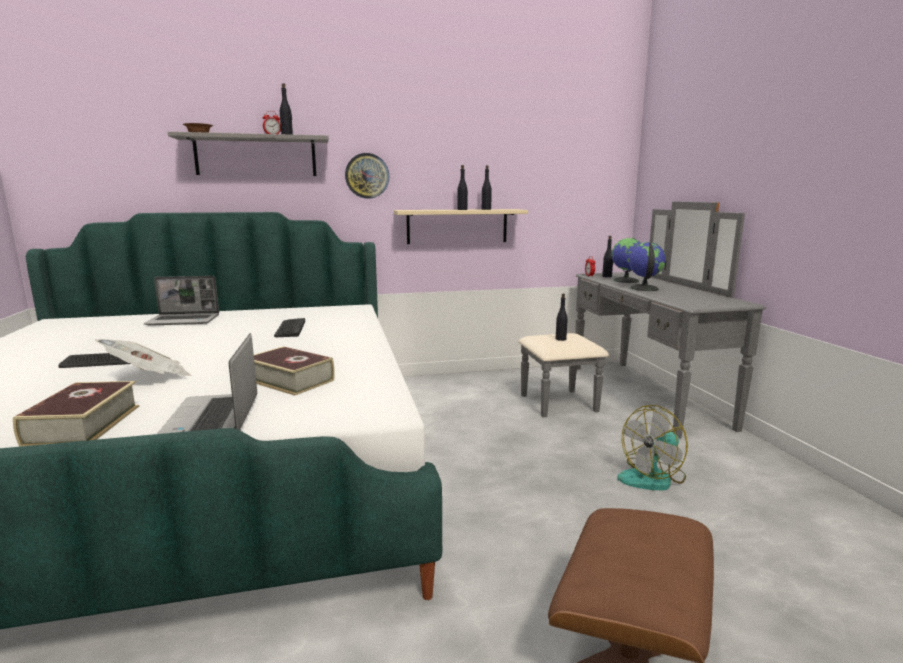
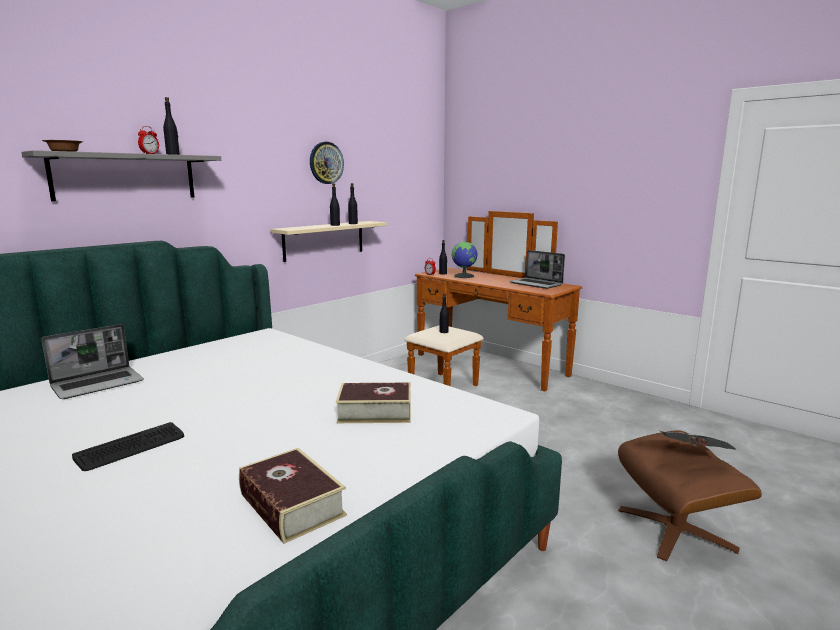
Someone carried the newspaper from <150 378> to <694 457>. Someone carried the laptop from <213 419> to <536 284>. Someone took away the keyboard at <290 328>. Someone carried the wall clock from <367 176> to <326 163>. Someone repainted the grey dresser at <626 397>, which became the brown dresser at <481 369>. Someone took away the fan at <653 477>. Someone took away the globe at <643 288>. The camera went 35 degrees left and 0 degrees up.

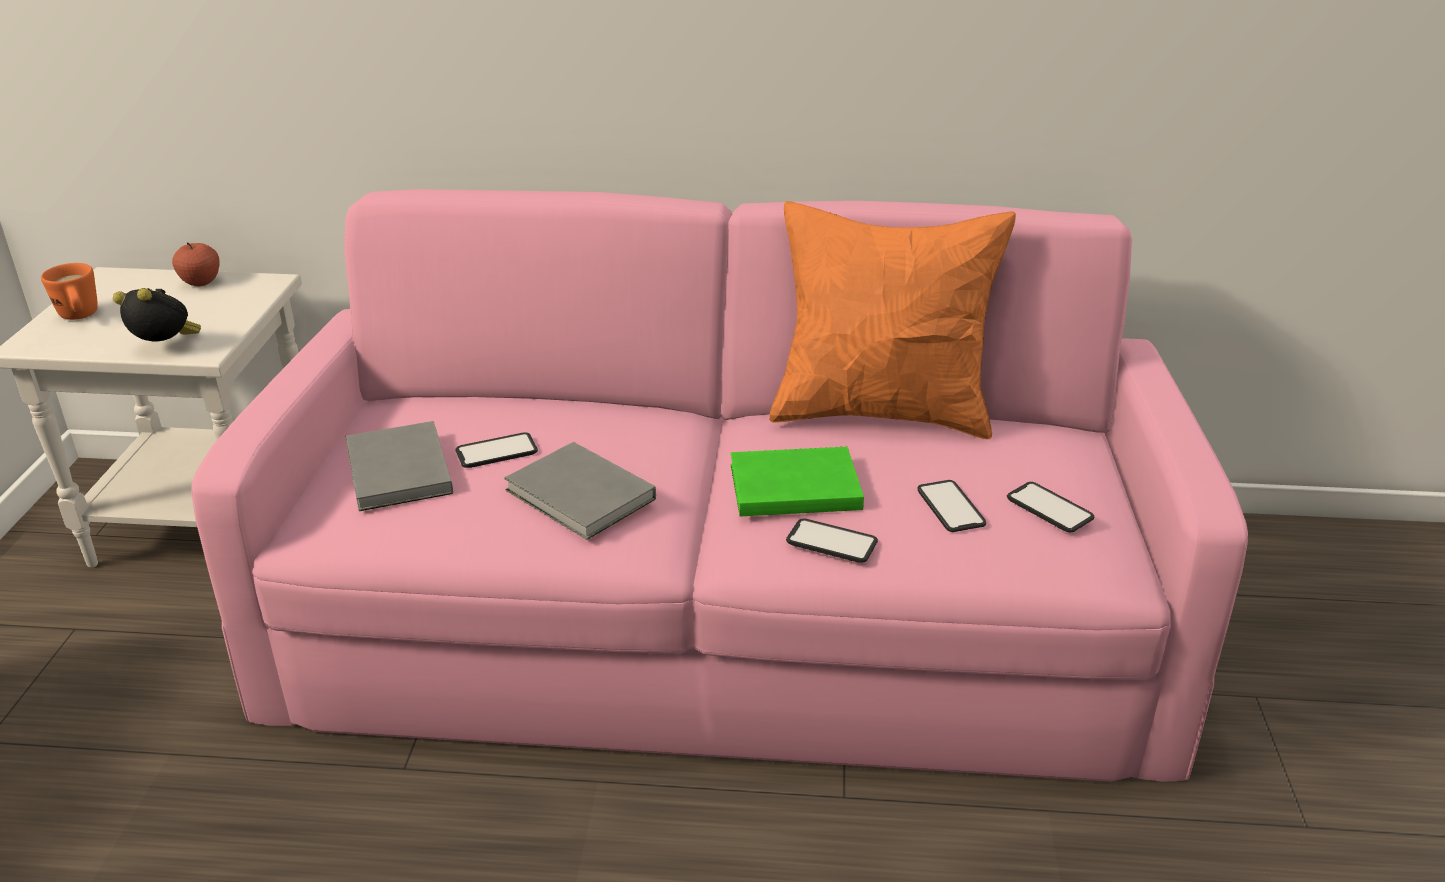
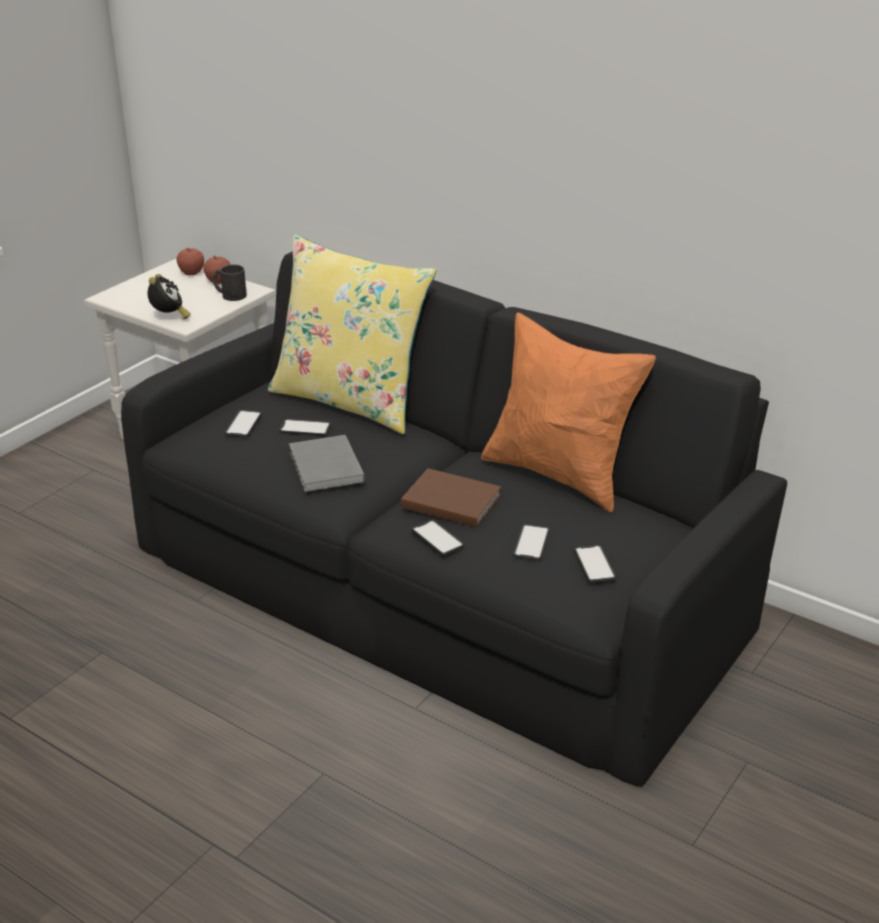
Someone took away the orange mug at <80 317>. Someone rotated the alarm clock at <166 347> by 45 degrees clockwise. Someone repainted the pink sofa at <725 613>, which became the black sofa at <441 582>. Someone swapped the grey book at <397 472> for the phone at <243 424>. Someone repainted the green book at <791 486>, which became the brown book at <449 500>. Someone put down the apple at <191 273>. Someone put down the black mug at <229 295>. Someone put down the yellow pillow at <351 400>. The camera went 30 degrees right and 0 degrees up.

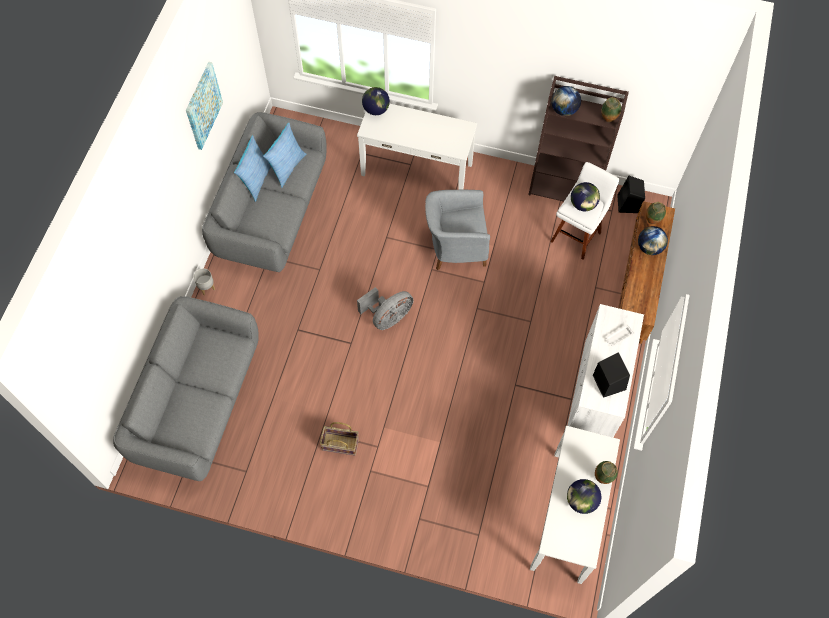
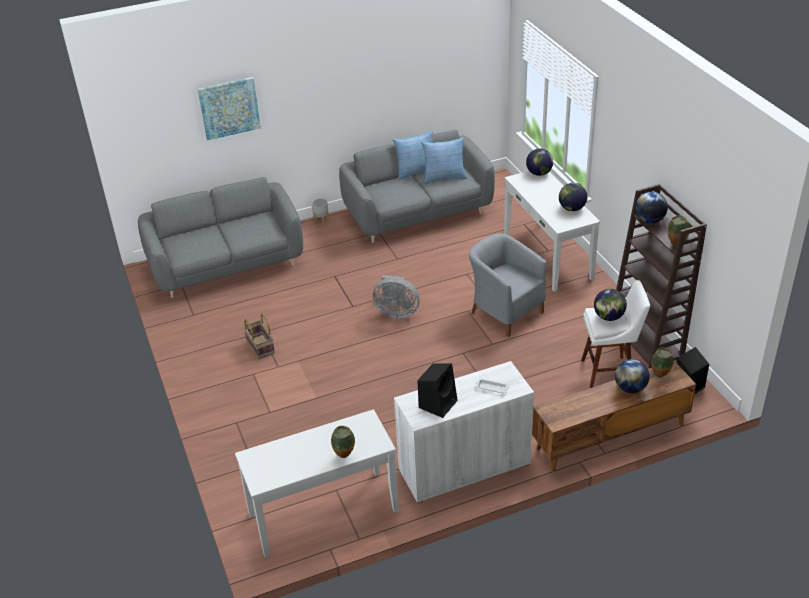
Someone carried the picture from <203 105> to <229 108>. Someone carried the globe from <581 501> to <571 208>. The camera went 55 degrees right and 25 degrees down.

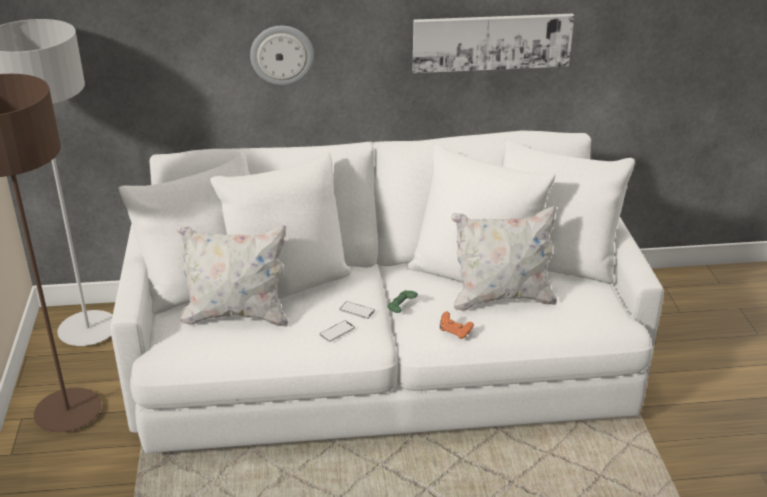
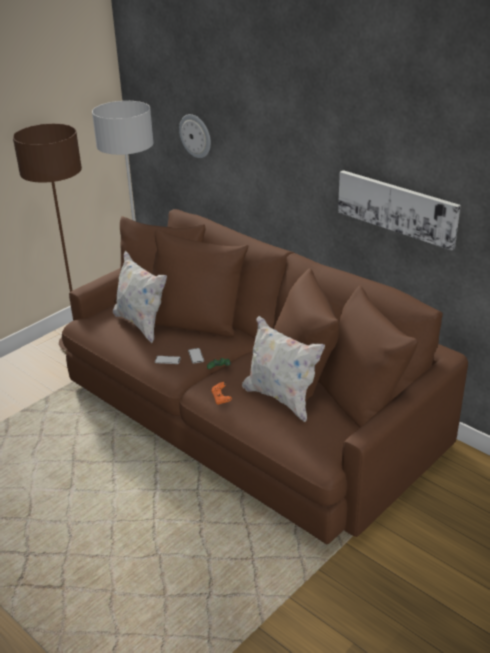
Someone repainted the white sofa at <383 359>, which became the brown sofa at <248 411>. Someone carried the wall clock from <282 54> to <196 135>. The camera went 50 degrees right and 0 degrees up.

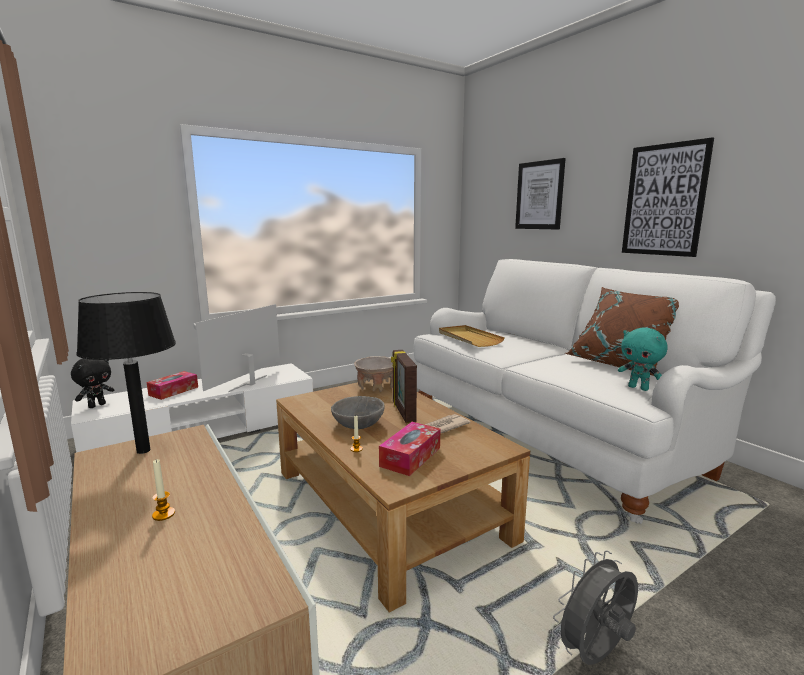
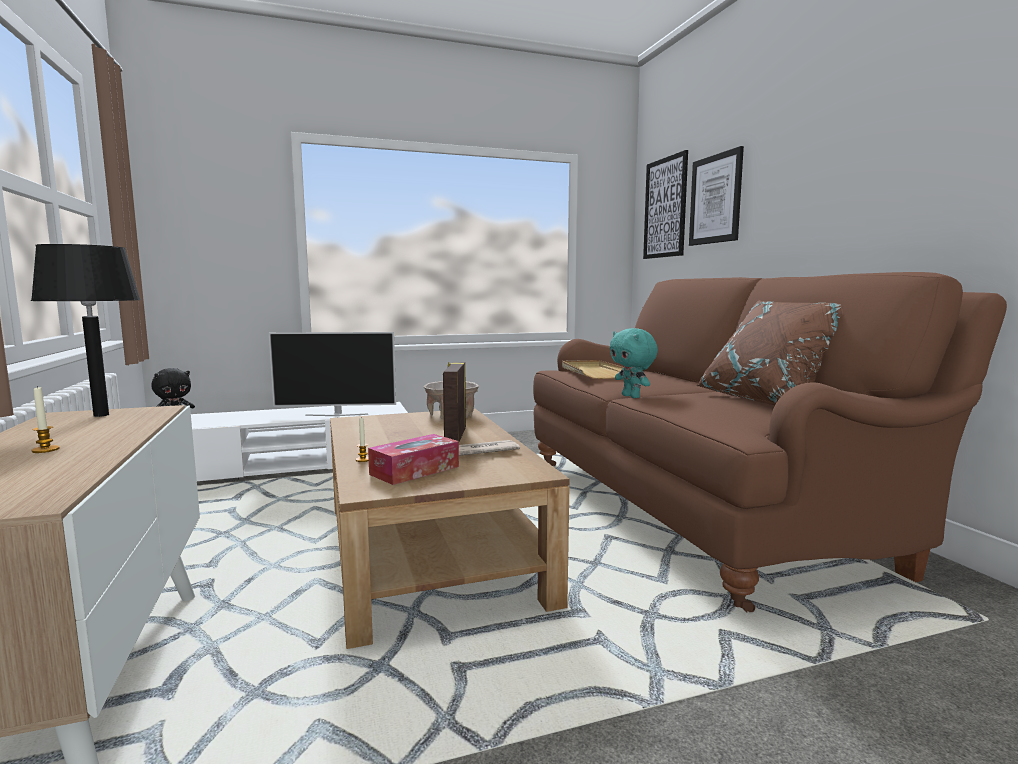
Someone took away the tissue box at <173 391>. Someone rotated the television at <249 383> by 135 degrees counterclockwise. Someone took away the grey bowl at <358 424>. Someone repainted the white sofa at <554 435>, which became the brown sofa at <699 507>. Someone took away the grey fan at <595 655>. Someone carried the turquoise plush toy from <639 388> to <632 396>. Someone carried the picture from <664 200> to <665 208>. The camera went 15 degrees right and 5 degrees down.

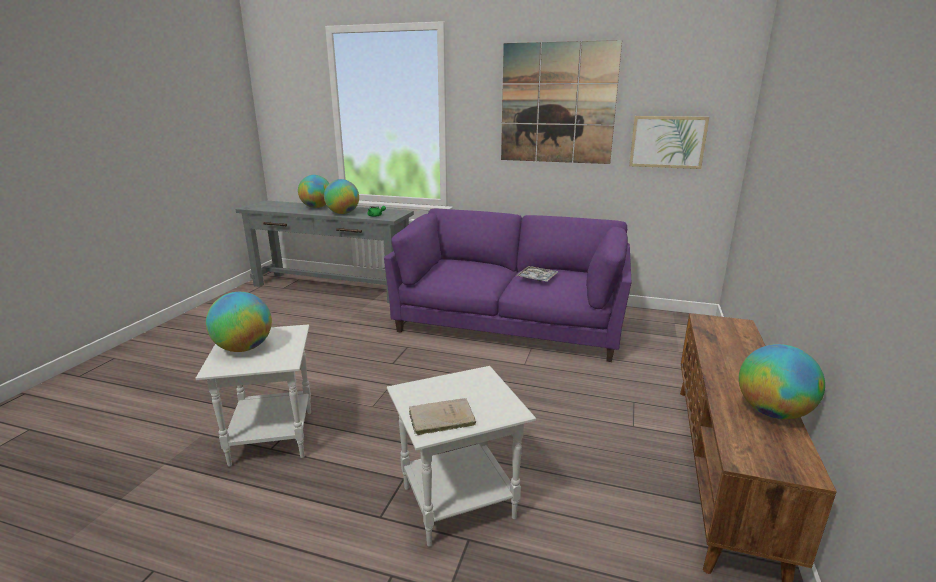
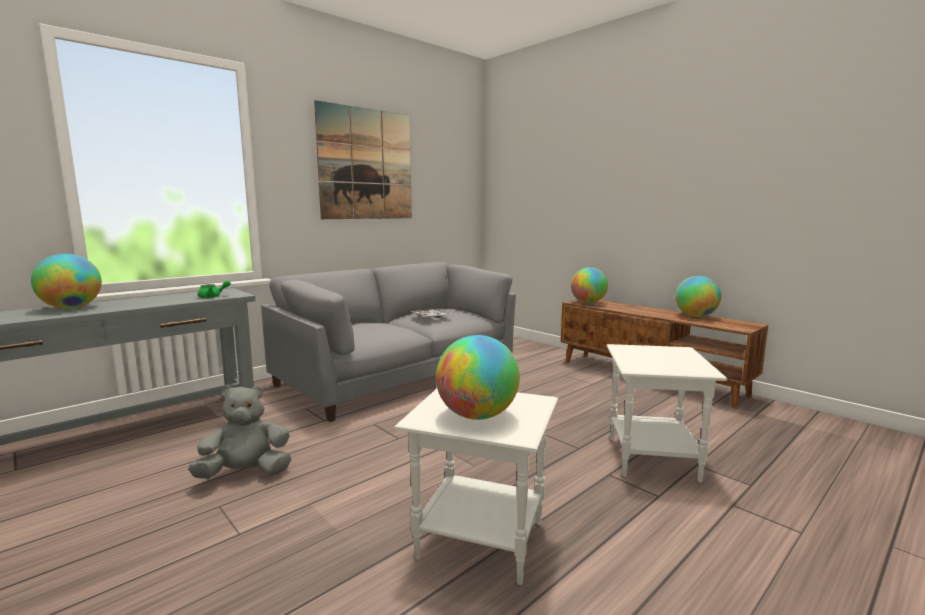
Someone carried the globe from <343 213> to <588 303>. Someone repainted the purple sofa at <510 323>, which became the grey sofa at <398 375>. Someone took away the beige book at <439 419>. Someone took away the picture at <667 142>. Someone put down the grey plush toy at <246 473>. The camera went 60 degrees left and 10 degrees down.

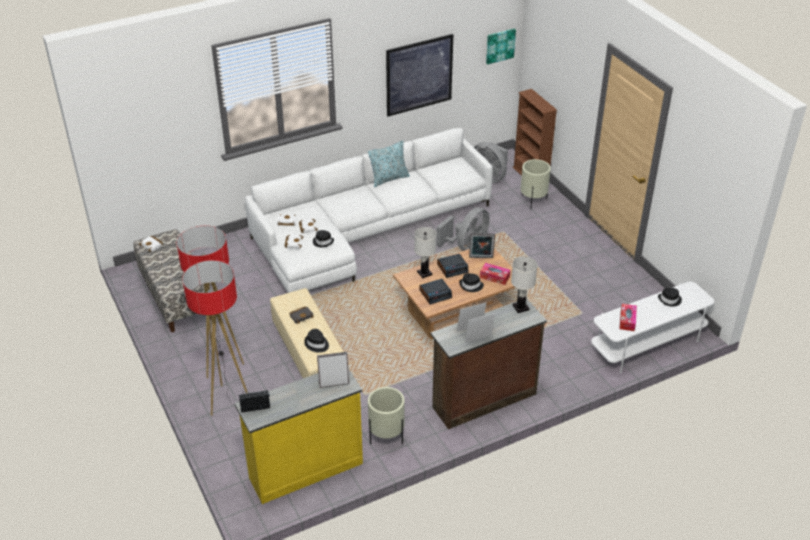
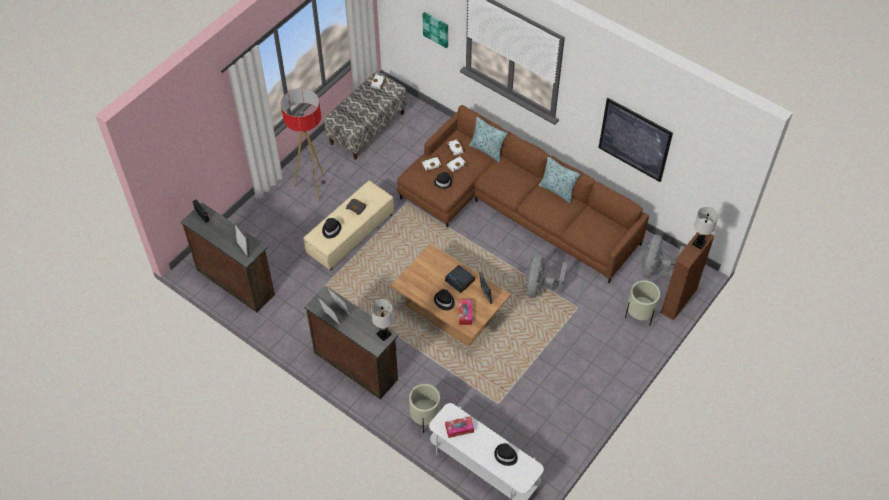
Someone took away the floor lamp at <228 401>. Someone repainted the yellow dresser at <305 470>, which became the brown dresser at <236 281>. Someone repainted the white sofa at <363 231>, which became the brown sofa at <515 207>. Someone carried the beige planter from <386 436> to <425 418>. Someone carried the white table lamp from <425 273> to <699 243>. Someone took away the alarm clock at <435 294>. Someone rotated the grey fan at <466 246> by 90 degrees clockwise. Someone carried the picture from <500 45> to <436 29>. Someone put down the pillow at <487 150>. The camera went 65 degrees right and 15 degrees up.

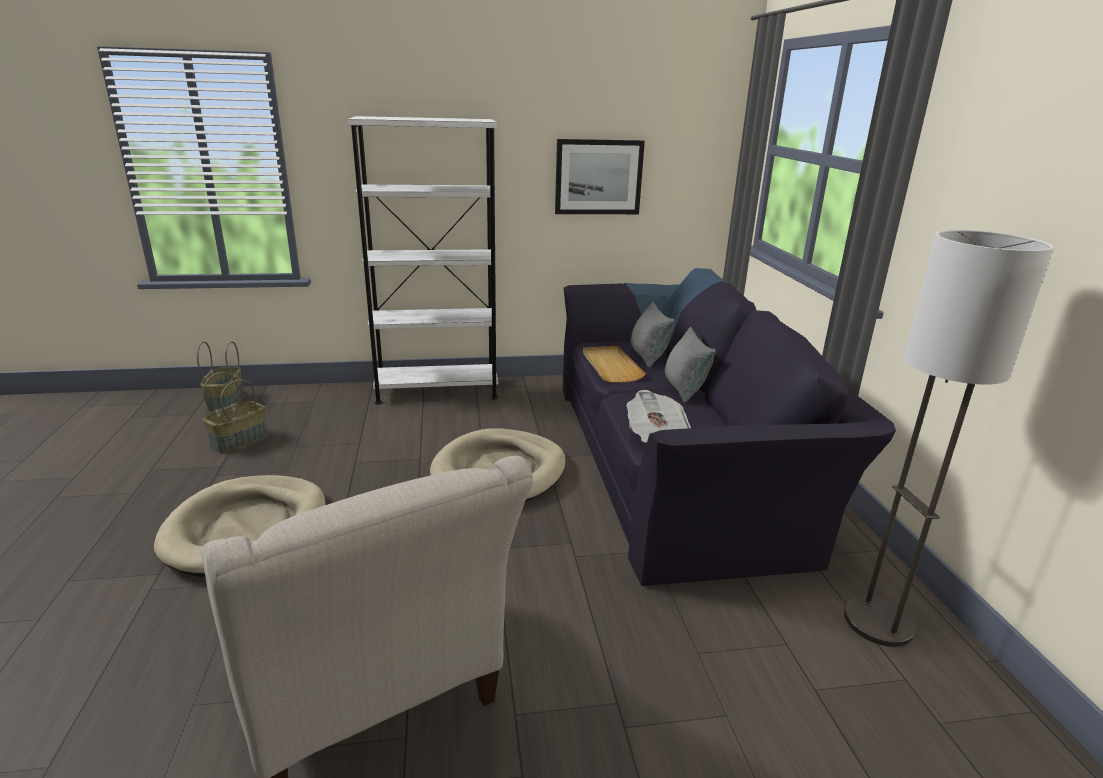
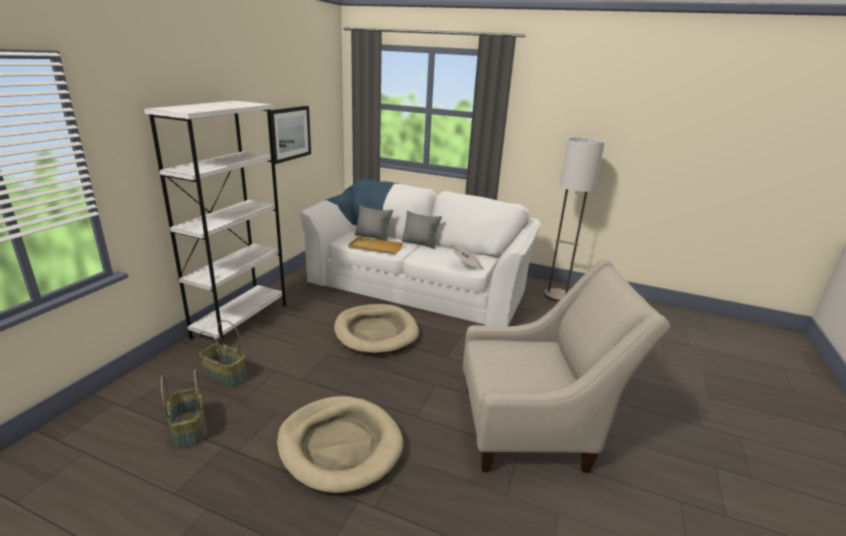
Someone carried the basket from <226 401> to <226 376>. Someone repainted the black sofa at <677 458>, which became the white sofa at <418 283>. The camera went 60 degrees left and 0 degrees up.

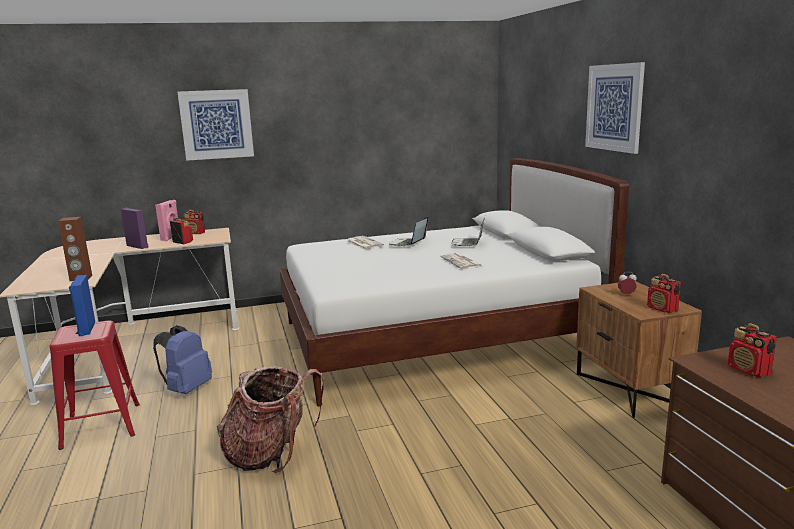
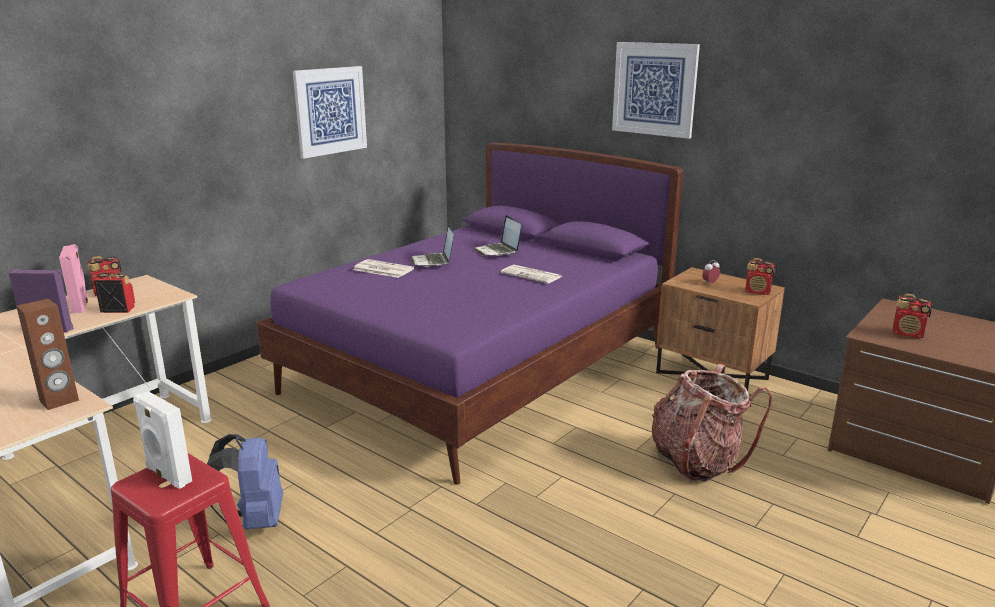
Someone repainted the blue speaker at <86 329>, which became the white speaker at <167 475>. Someone carried the picture from <216 124> to <330 111>. Someone carried the backpack from <271 454> to <697 461>. Someone repainted the white bed at <435 338>, which became the purple bed at <480 369>. The camera went 35 degrees left and 5 degrees up.

